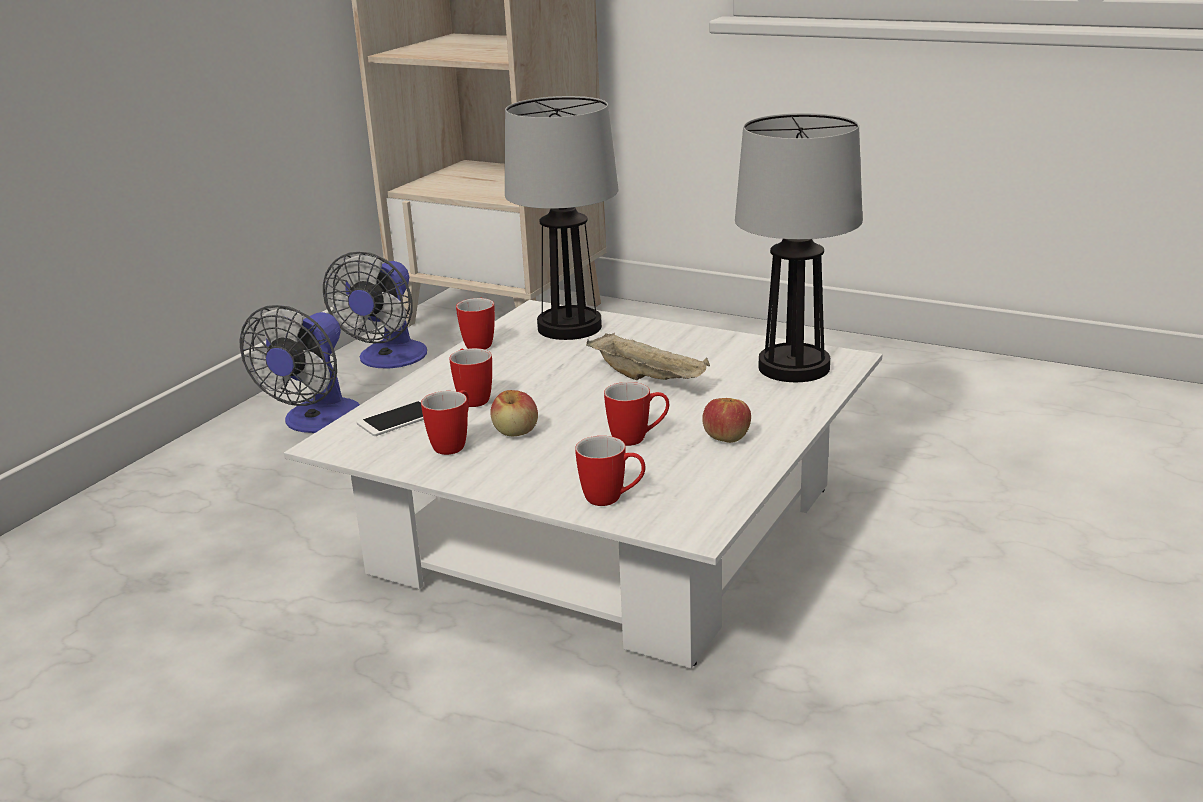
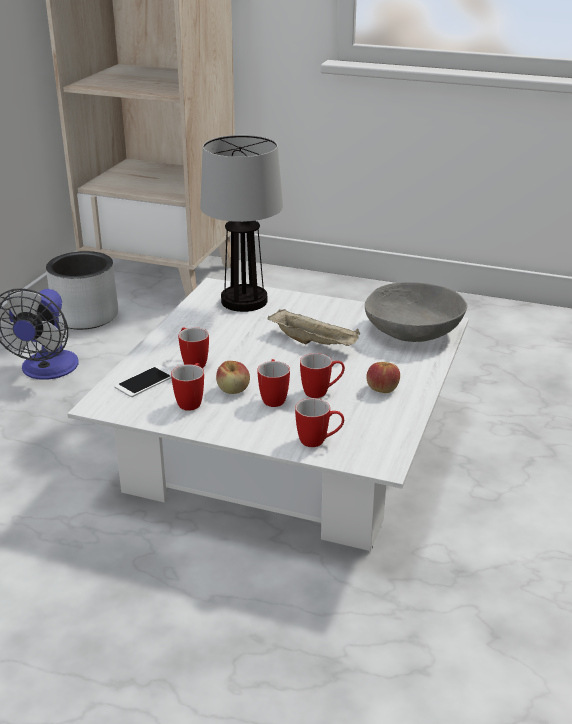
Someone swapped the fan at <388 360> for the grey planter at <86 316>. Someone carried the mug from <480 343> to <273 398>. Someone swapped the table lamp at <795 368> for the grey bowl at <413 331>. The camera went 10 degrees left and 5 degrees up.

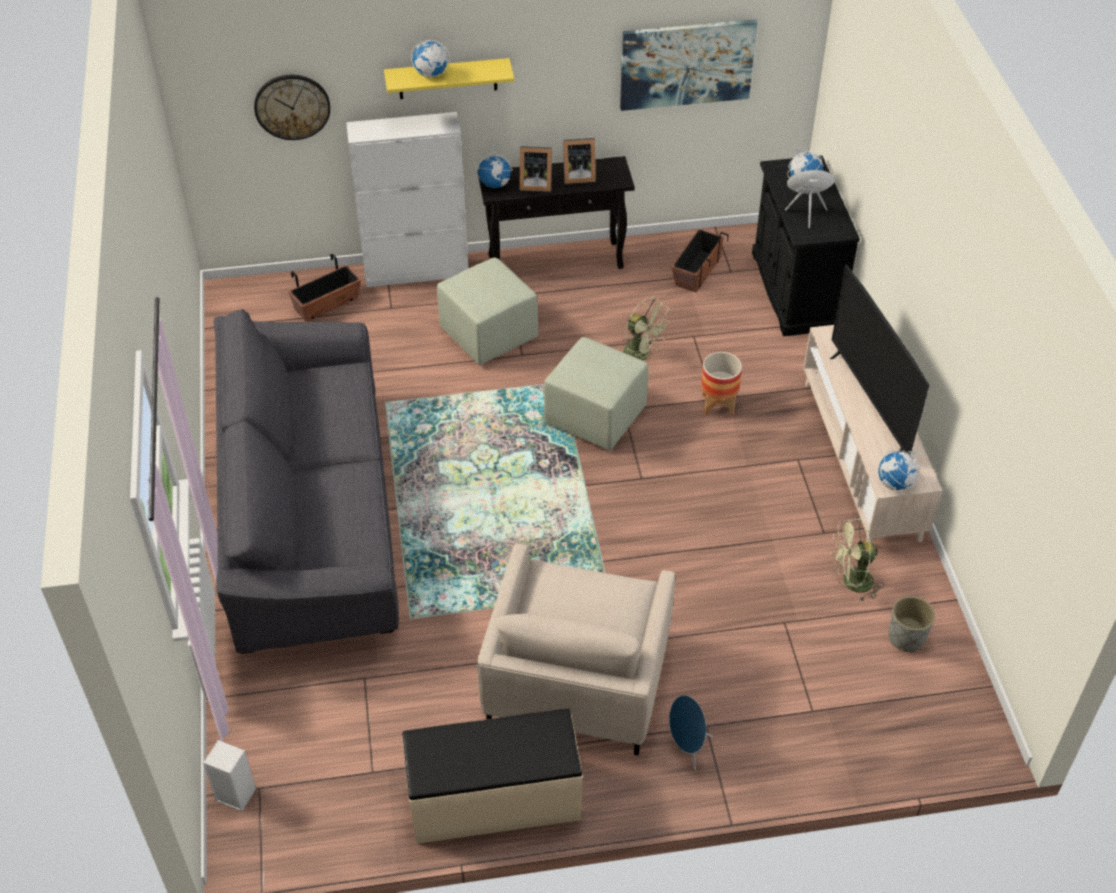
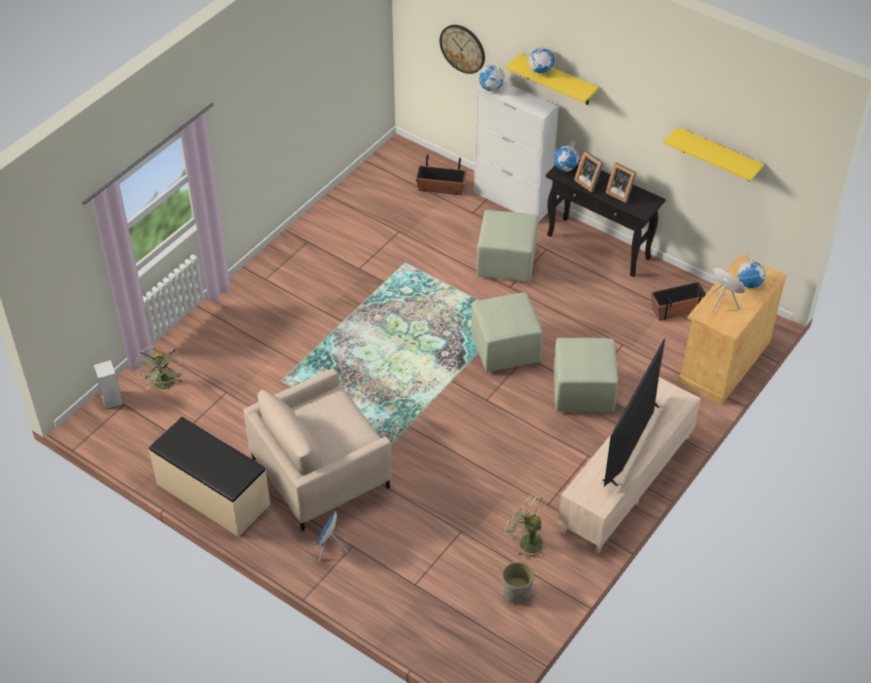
Someone took away the grey sofa at <310 514>. Someone swapped the picture at <686 64> for the yellow shelf at <718 155>. Someone carried the green fan from <642 355> to <165 385>. Someone swapped the planter at <718 405> for the green ottoman at <583 392>. Someone repainted the black cabinet at <795 290>, which became the beige cabinet at <724 361>. Someone carried the globe from <895 483> to <491 89>. The camera went 45 degrees right and 0 degrees up.

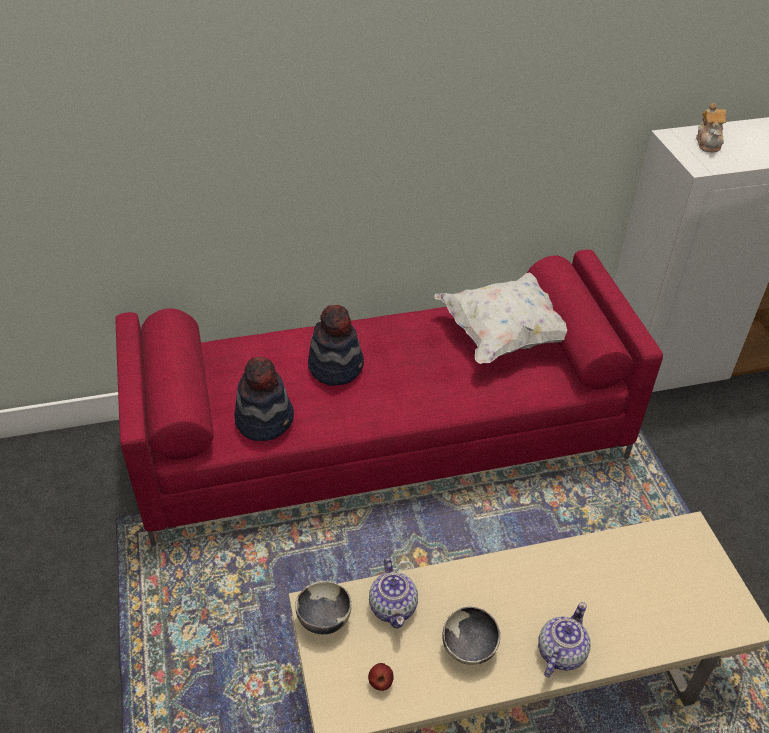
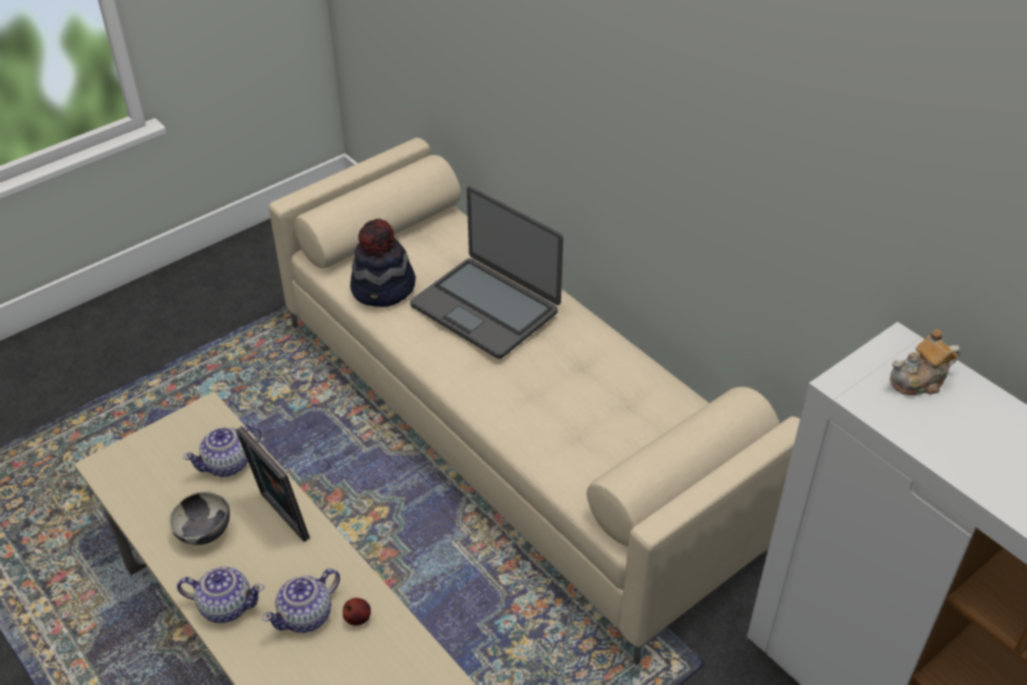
Someone repainted the red sofa at <384 440>, which became the beige sofa at <516 431>. Someone took away the bowl at <324 620>. Someone swapped the hat at <336 366> for the laptop at <486 308>. Someone carried the apple from <380 682> to <357 619>. Someone took away the white pillow at <505 336>. Someone put down the picture frame at <280 518>. Someone put down the teapot at <306 615>. The camera went 65 degrees right and 0 degrees up.

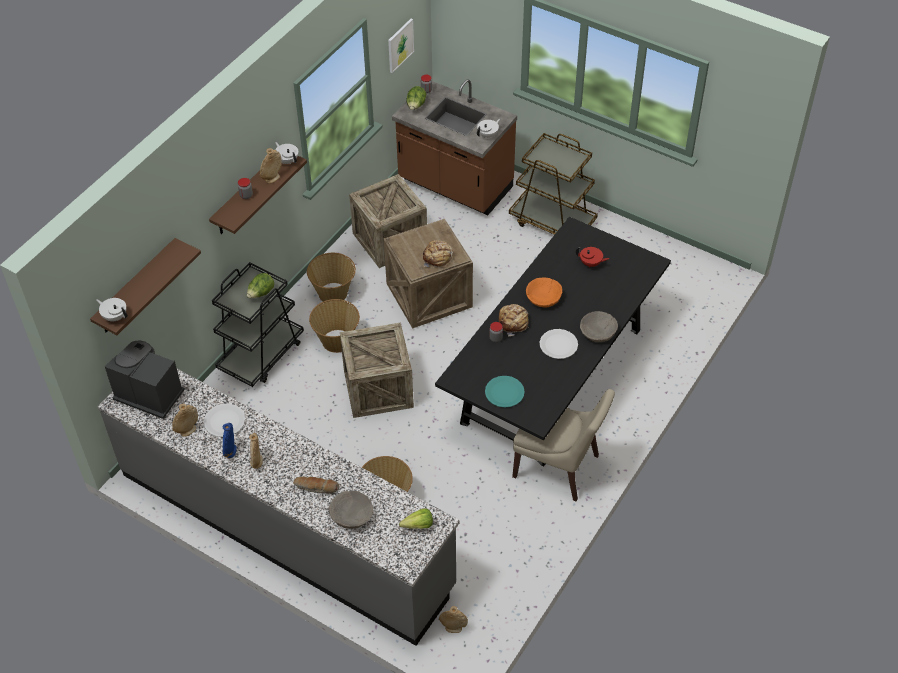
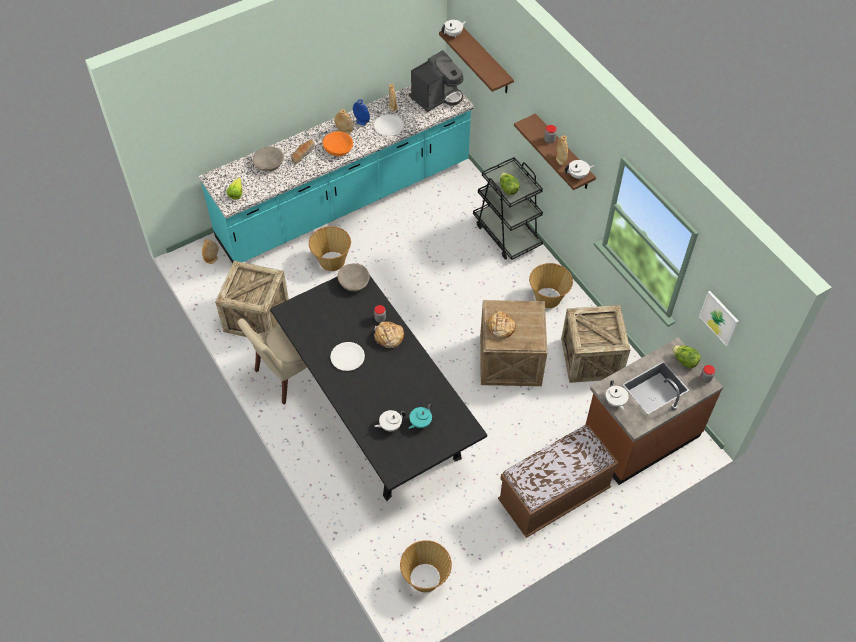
Someone repainted the grey counter at <285 529>, which became the turquoise counter at <345 201>. Someone carried the basket from <337 340> to <425 578>. Someone carried the crate from <378 389> to <256 316>. Someone took away the turquoise plate at <504 392>. Someone swapped the brown cart at <552 222> for the brown bench at <553 496>. Someone carried the orange bowl from <543 298> to <338 148>. Someone repainted the red teapot at <591 263>, which became the turquoise teapot at <420 422>. Someone carried the beige bowl from <598 332> to <353 281>. Someone put down the white teapot at <390 425>. The camera went 115 degrees right and 5 degrees up.

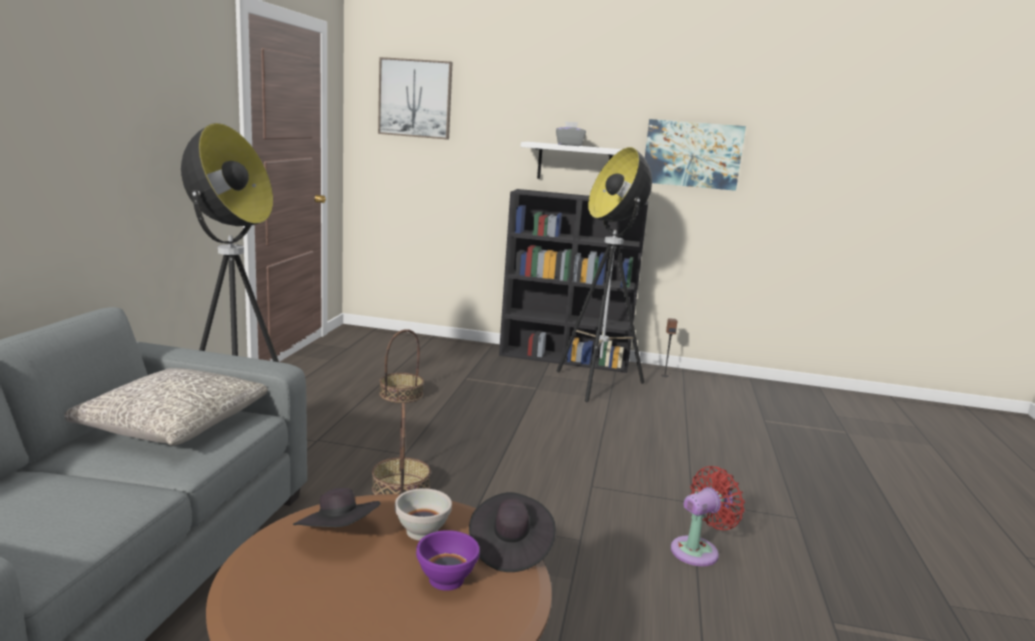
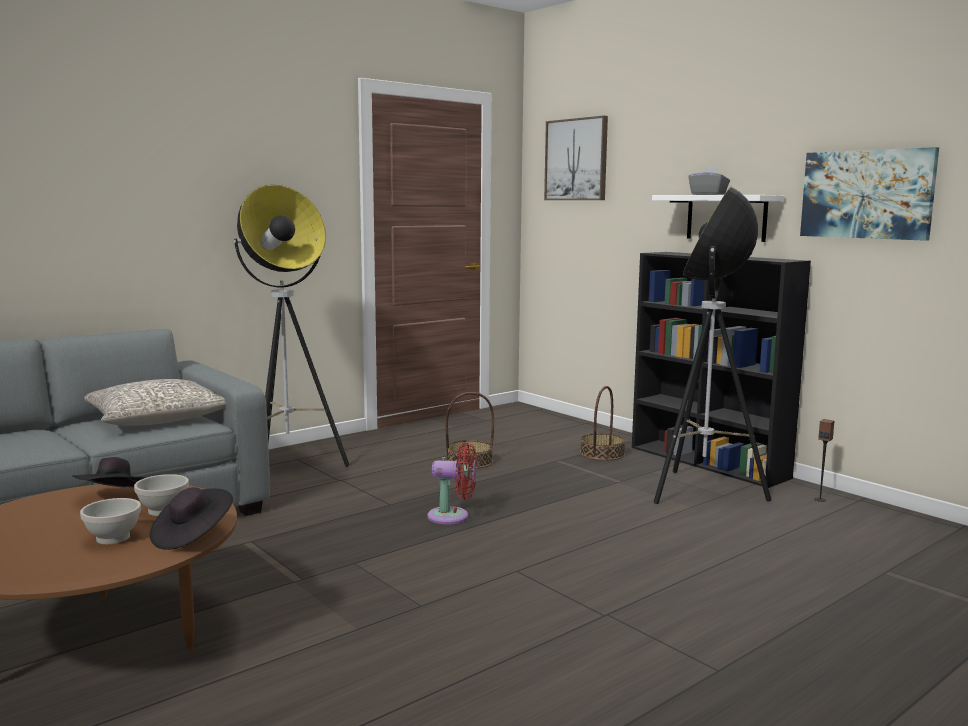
Someone carried the basket from <401 488> to <602 454>. Someone repainted the purple bowl at <445 580>, which became the white bowl at <112 538>. Someone carried the red fan from <698 550> to <453 517>. The camera went 40 degrees right and 5 degrees down.

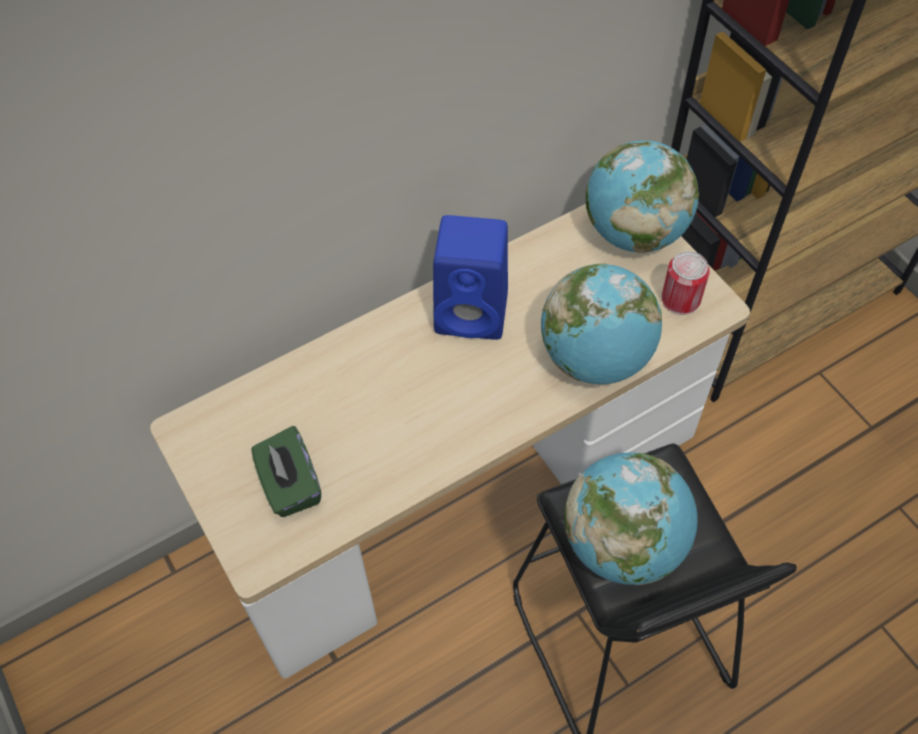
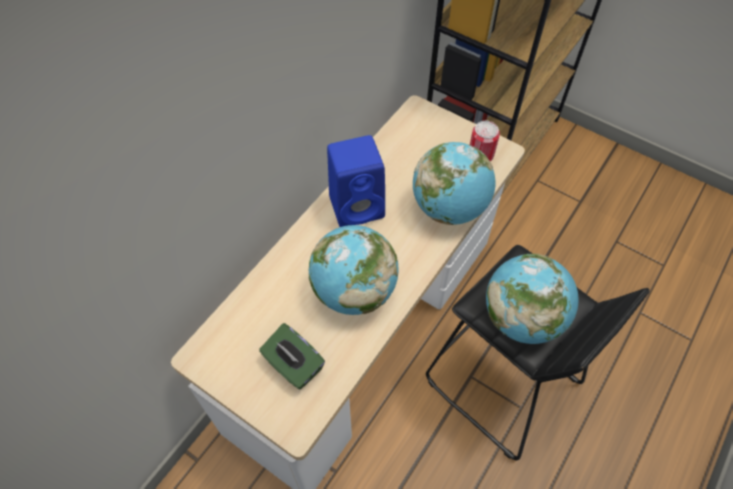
Someone carried the globe from <634 232> to <354 291>. The camera went 25 degrees left and 0 degrees up.

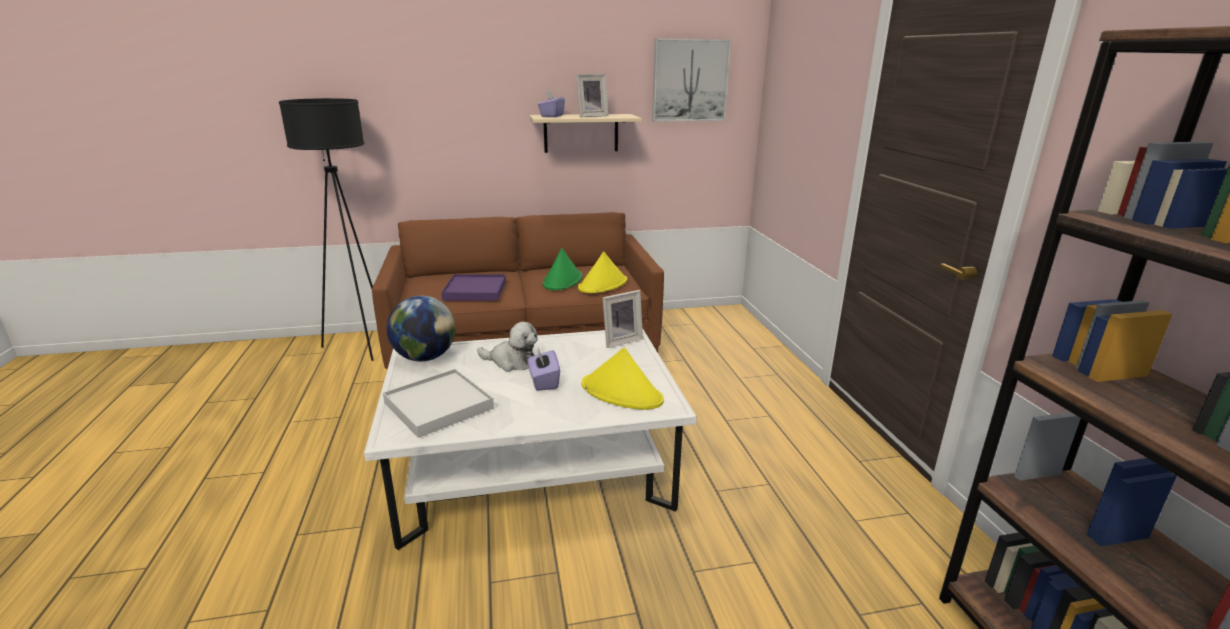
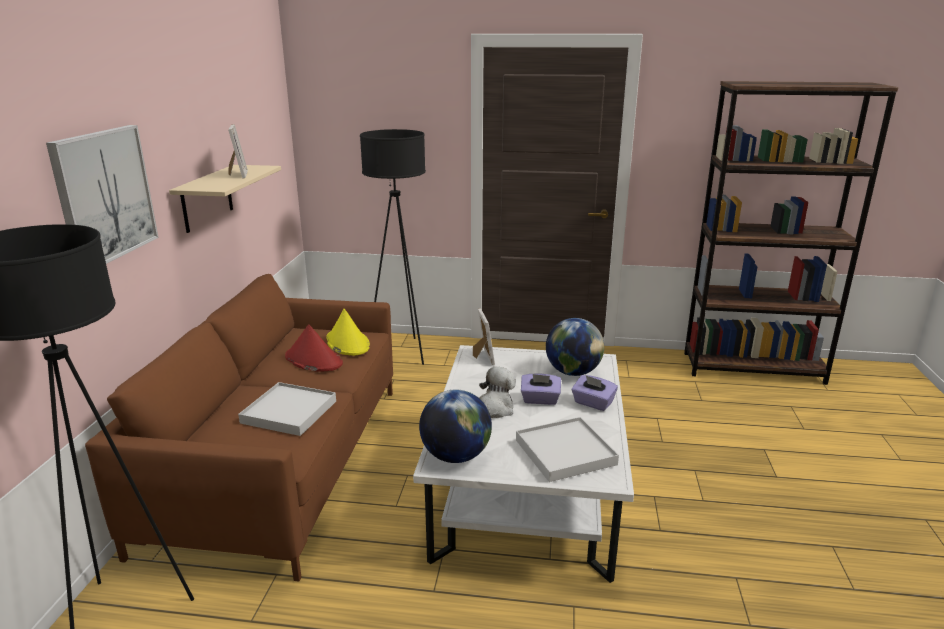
Someone repainted the purple tray at <475 290>, which became the white tray at <289 412>. Someone carried the purple tissue box from <551 116> to <593 403>. Someone repainted the green hat at <562 281>, which became the red hat at <313 360>. Someone swapped the yellow hat at <622 393> for the globe at <573 372>. Someone carried the picture from <690 80> to <104 195>. Someone put down the black floor lamp at <402 352>. The camera went 70 degrees left and 0 degrees up.

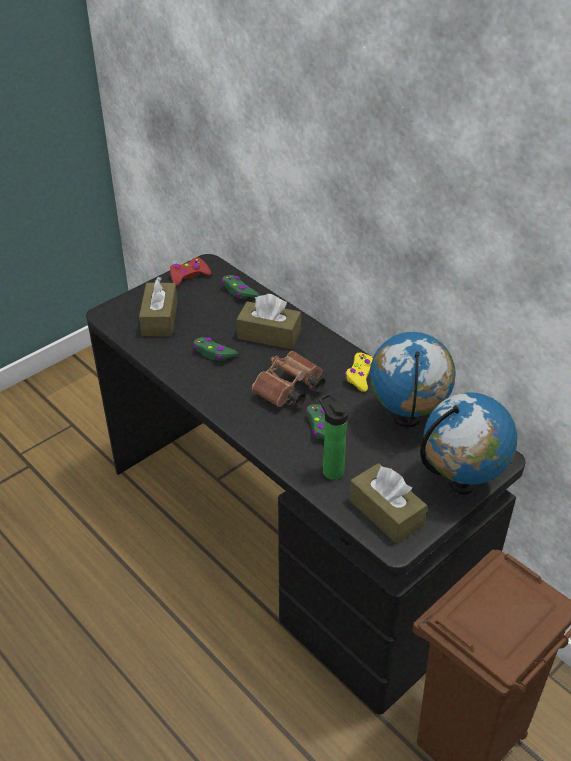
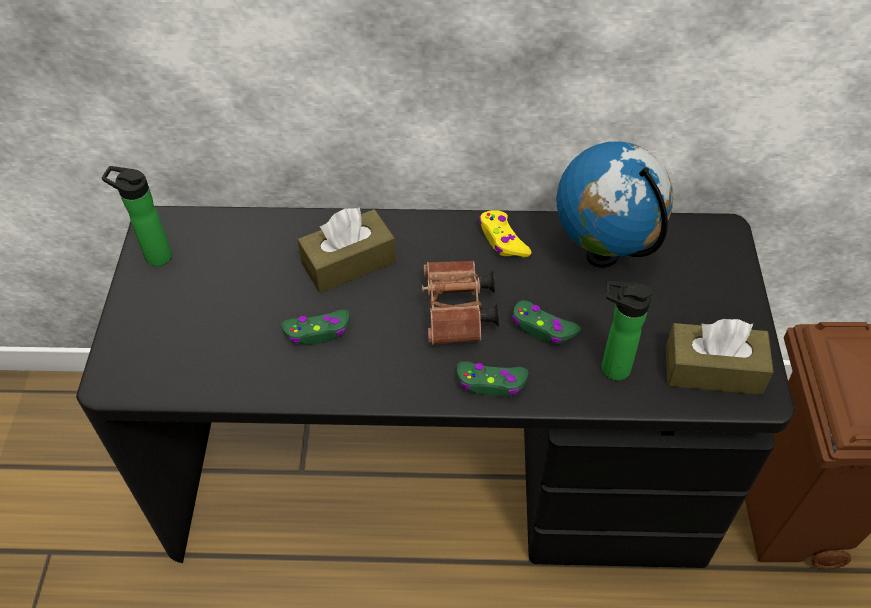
Someone took away the brown tissue box at <160 319>. Someone swapped the red game controller at <189 276> for the bottle at <154 256>. Someone carried the green game controller from <239 291> to <491 383>. Someone took away the globe at <461 484>. The camera went 45 degrees left and 10 degrees up.

